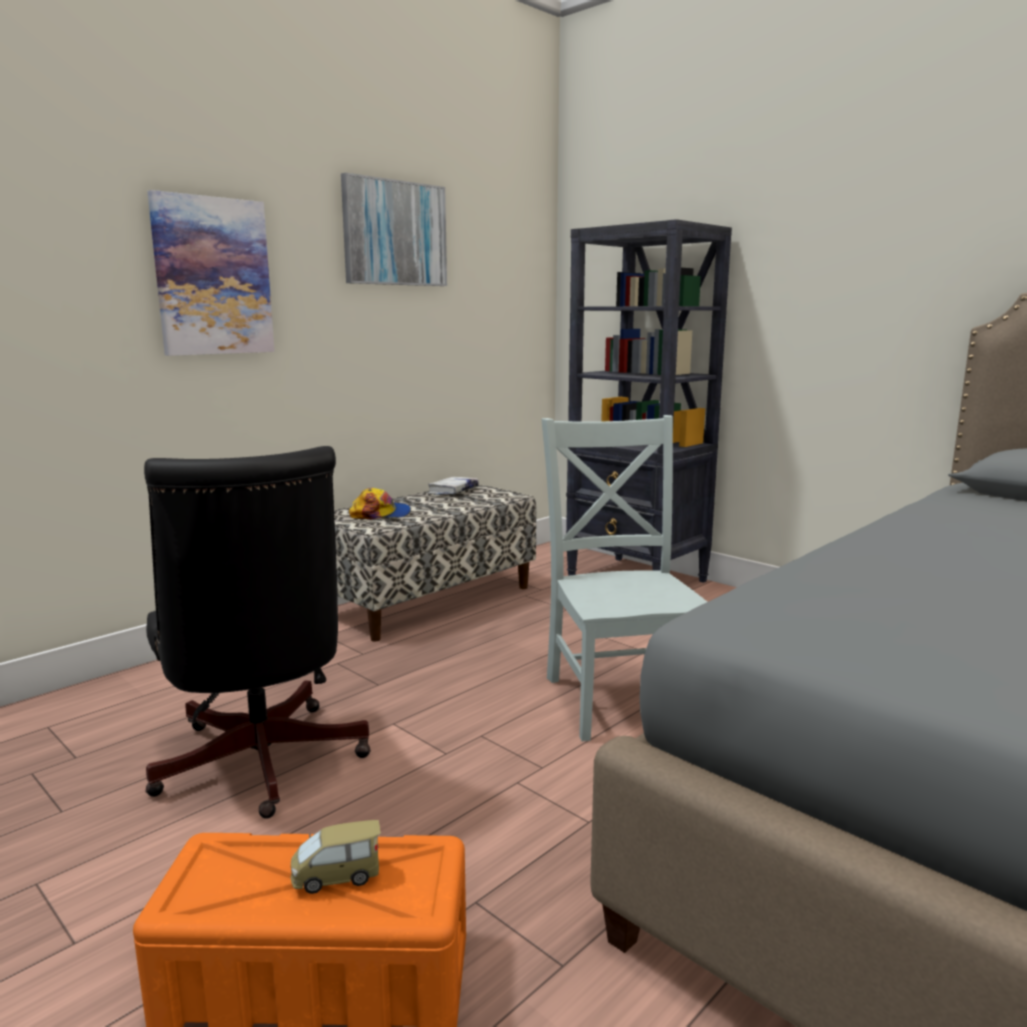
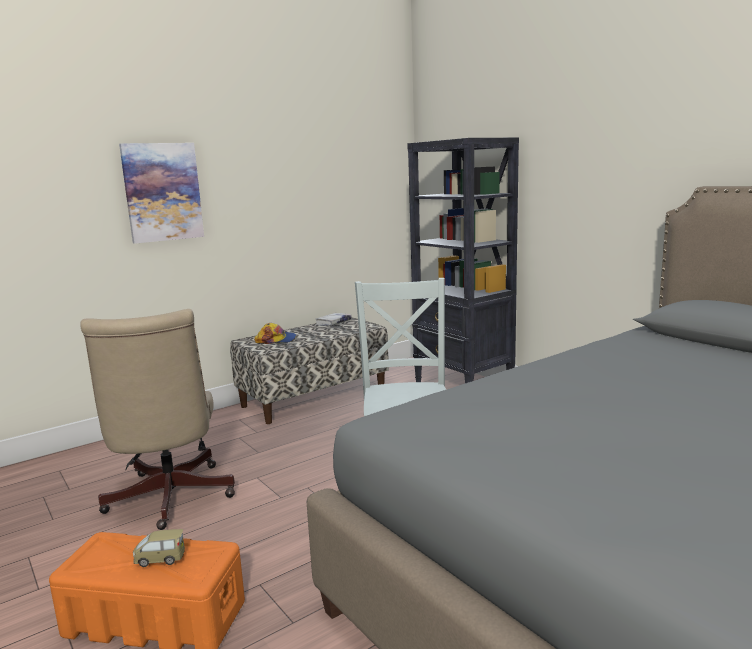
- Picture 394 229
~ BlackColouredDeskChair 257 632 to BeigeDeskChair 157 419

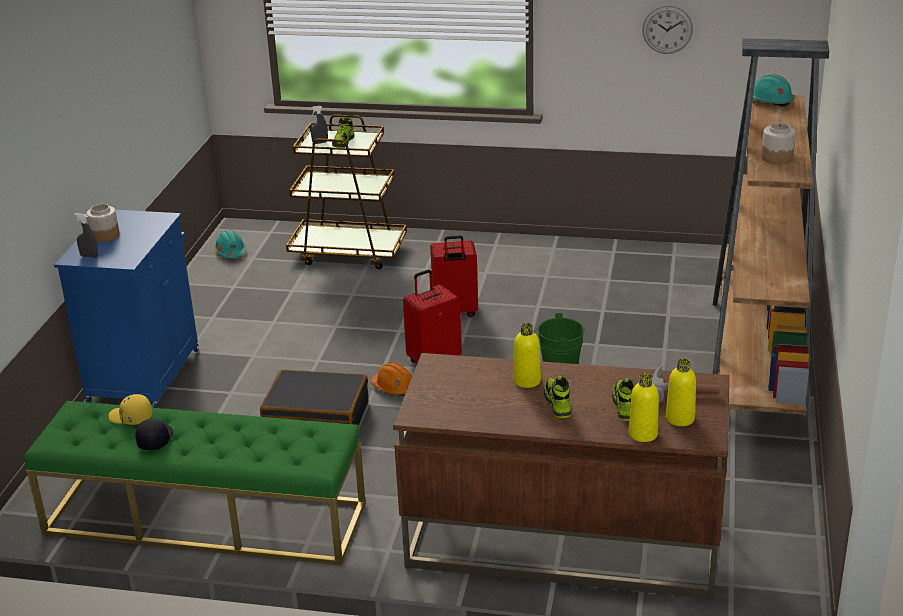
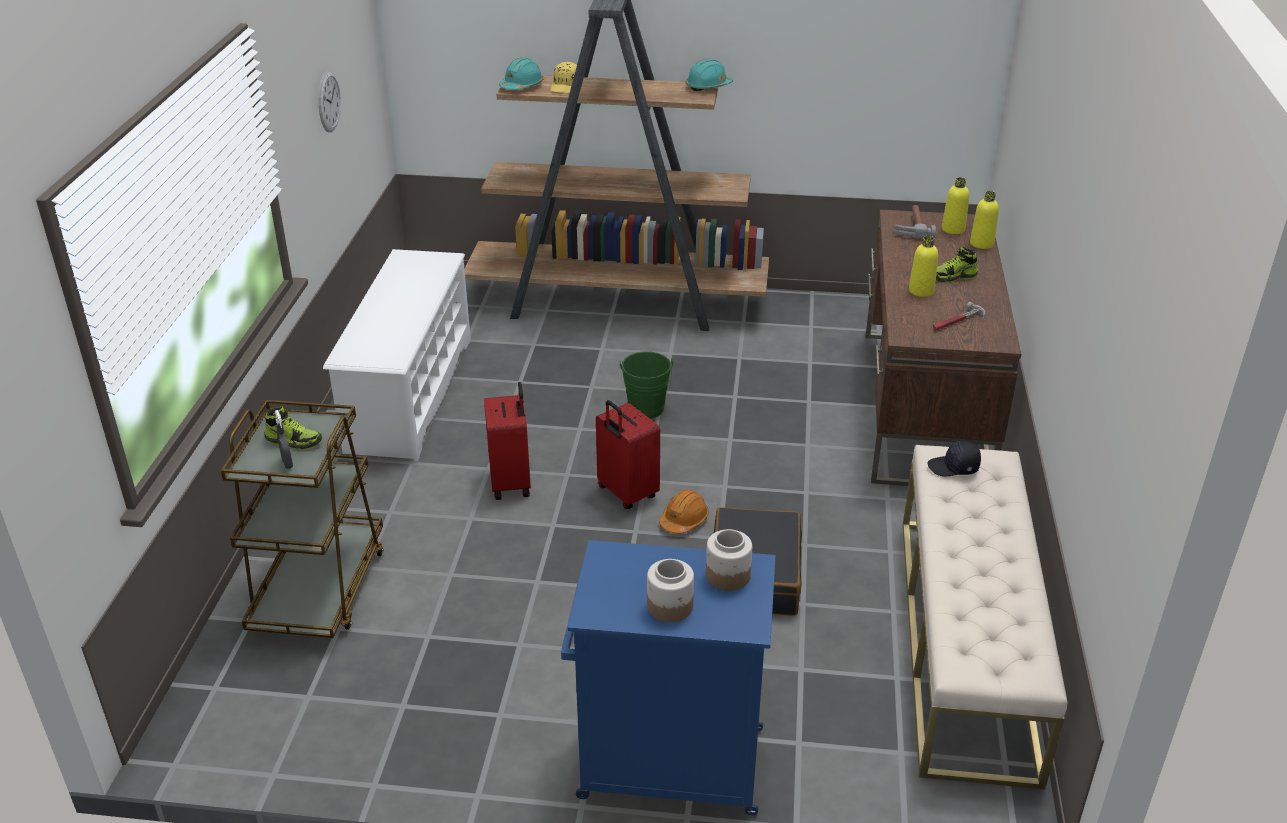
- GraySprayBottle 86 235
- LowShoe 623 399
+ WhitishShoeShelf 397 355
+ HandHammer 959 316
~ YellowPeakedCap 131 409 to 563 77
~ BlackColouredPeakedCap 154 434 to 954 458
~ BlueGreenWorkHelmet 230 244 to 709 75
~ StorageJar 778 143 to 729 560
~ GreenIndoorBench 195 483 to BeigeIndoorBench 985 617

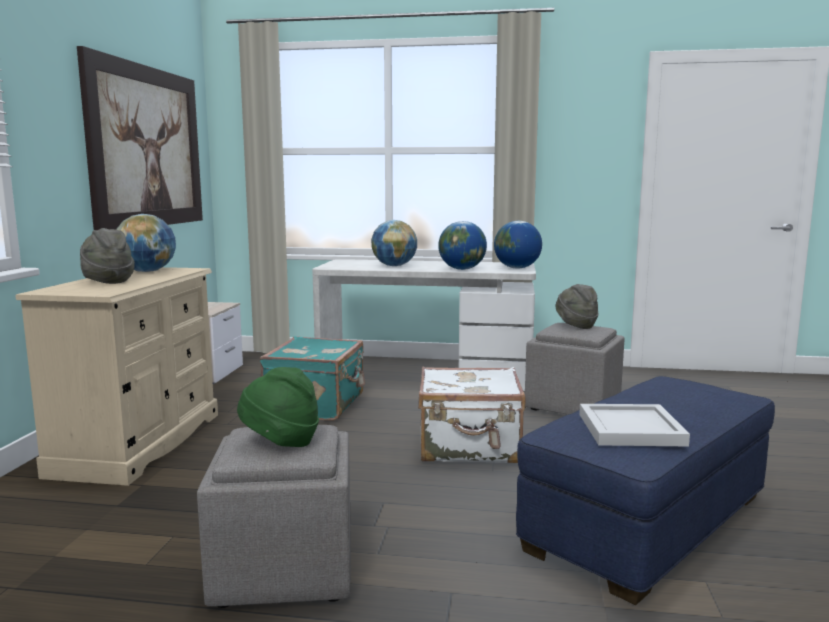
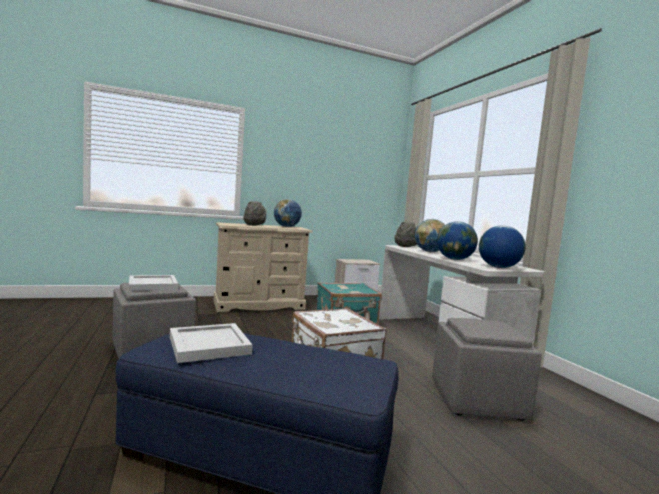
- Picture 140 138
~ GrayHat 577 306 to 406 234
~ GreenHat 278 407 to WhitishCarryingTray 153 283

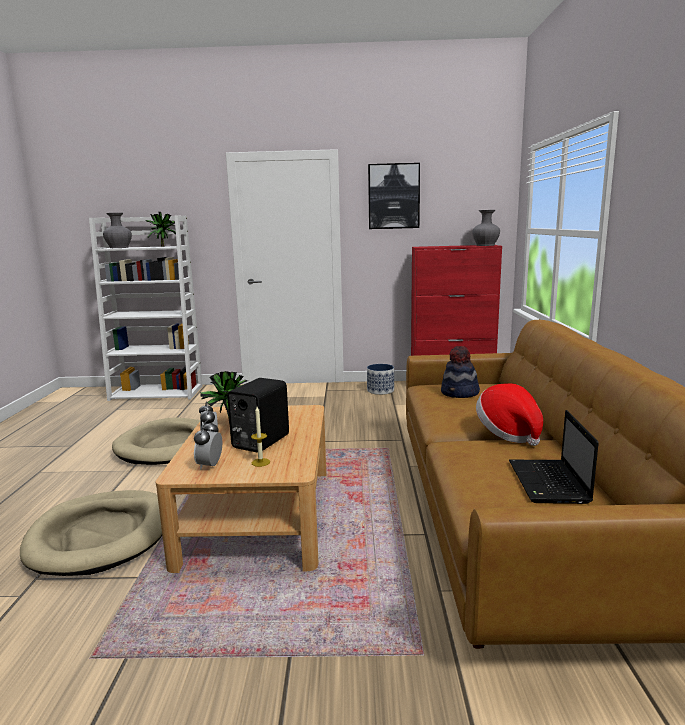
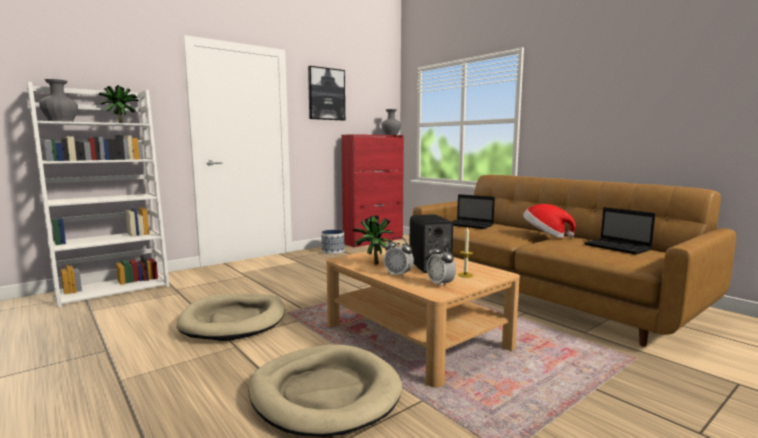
~ Hat 460 372 to NotebookComputer 473 211

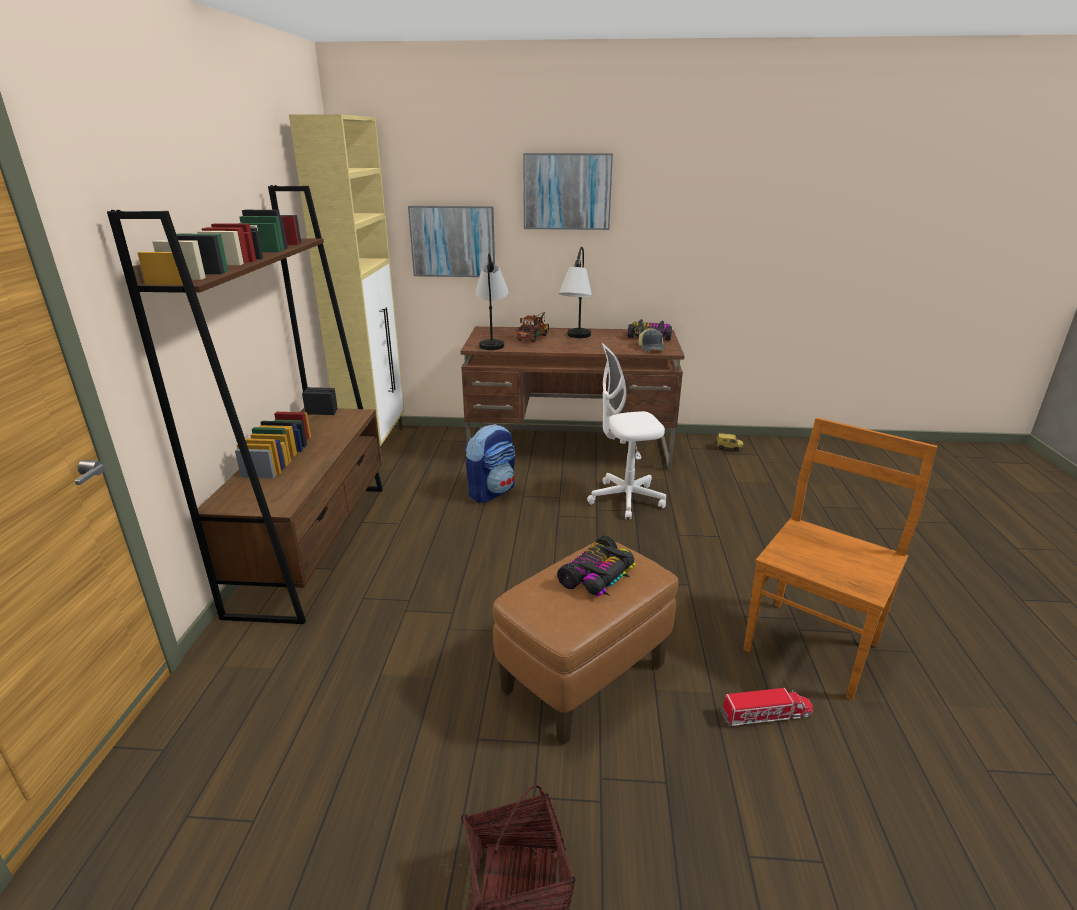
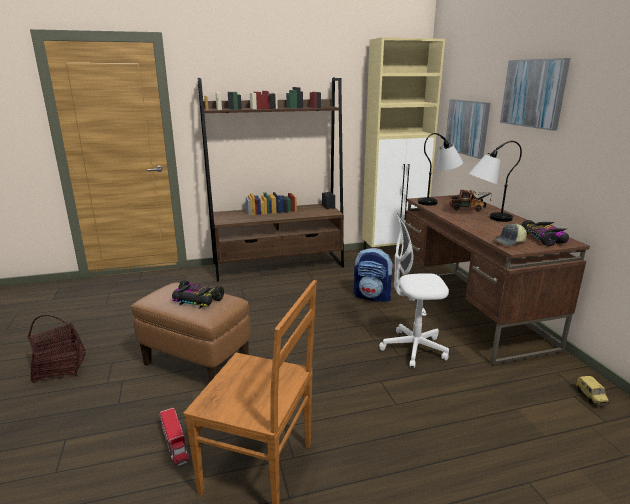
~ WhitishDeskChair 626 431 = 414 290 60 degrees counterclockwise

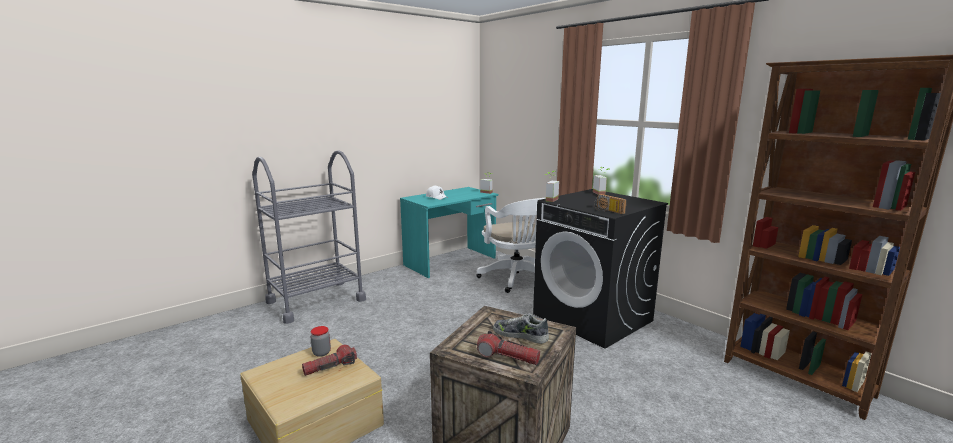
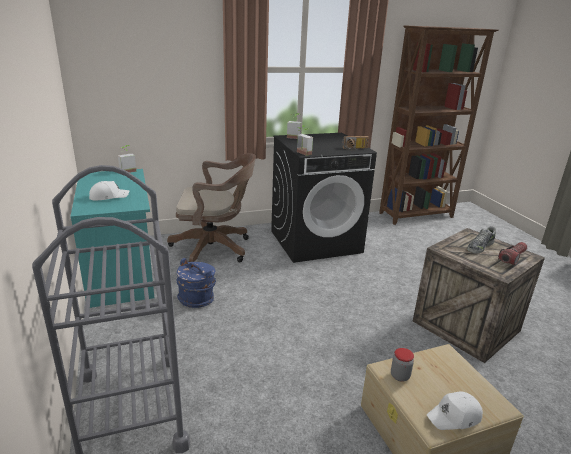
- Torch 329 360
+ BluishBucket 196 283
+ WhitishPeakedCap 455 411
~ WhitishDeskChair 511 245 to BrownishDeskChair 211 208

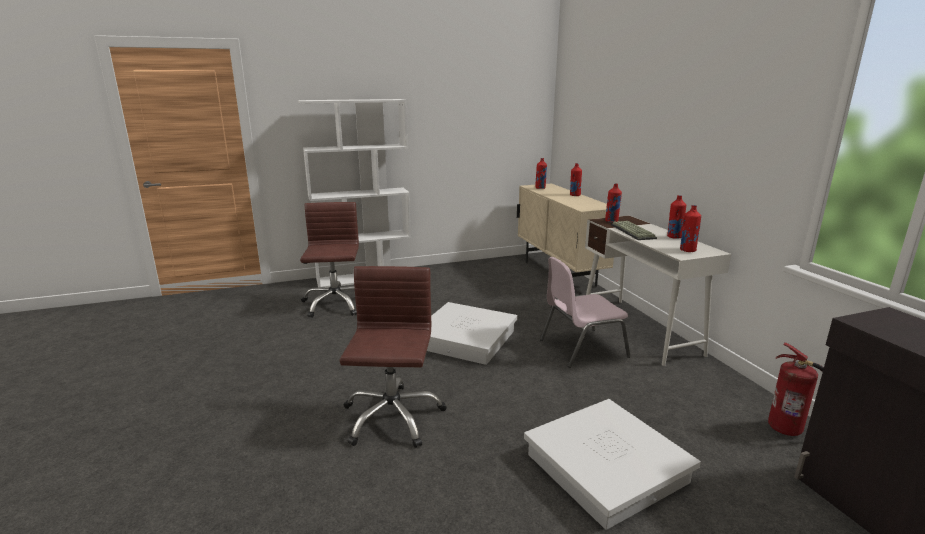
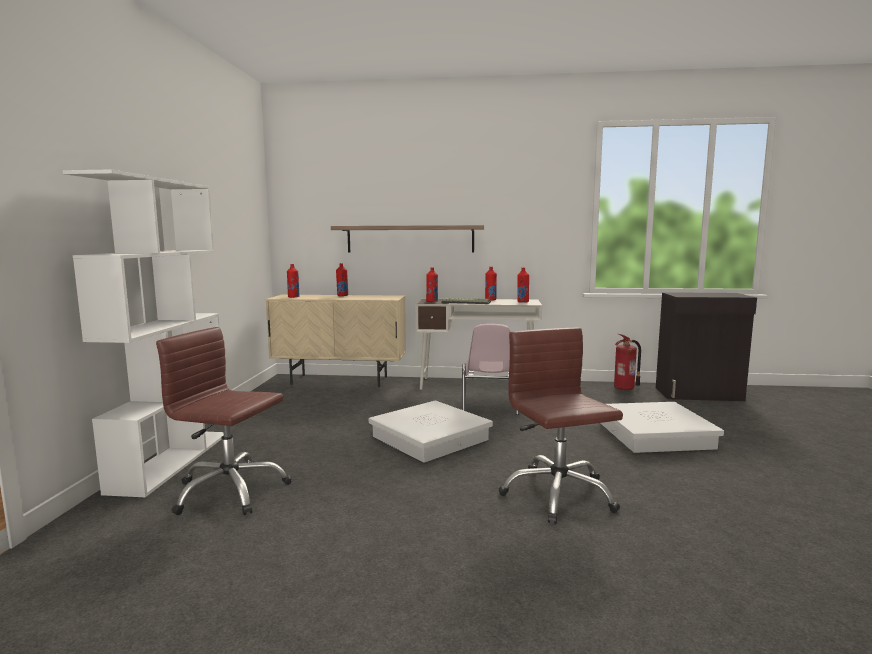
+ BracketShelf 407 239
~ BrownishDeskChair 393 357 = 561 426 45 degrees clockwise

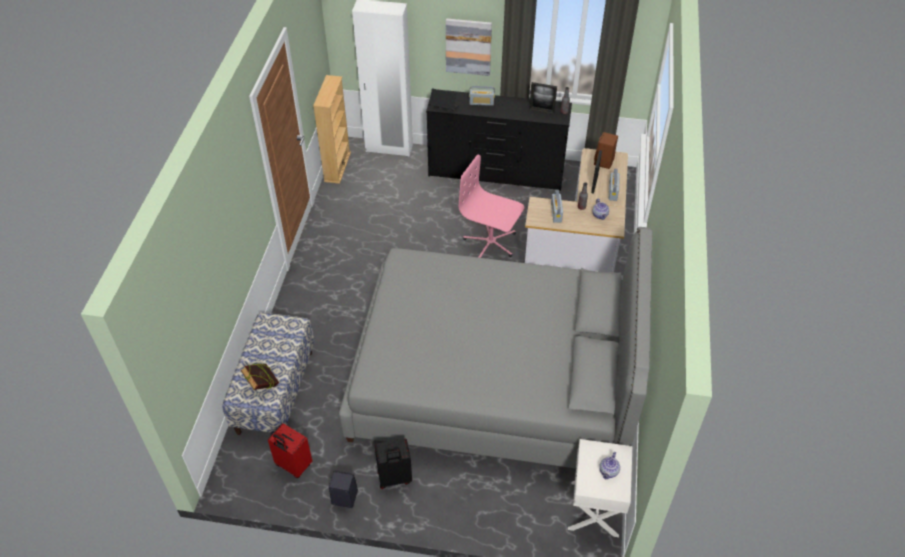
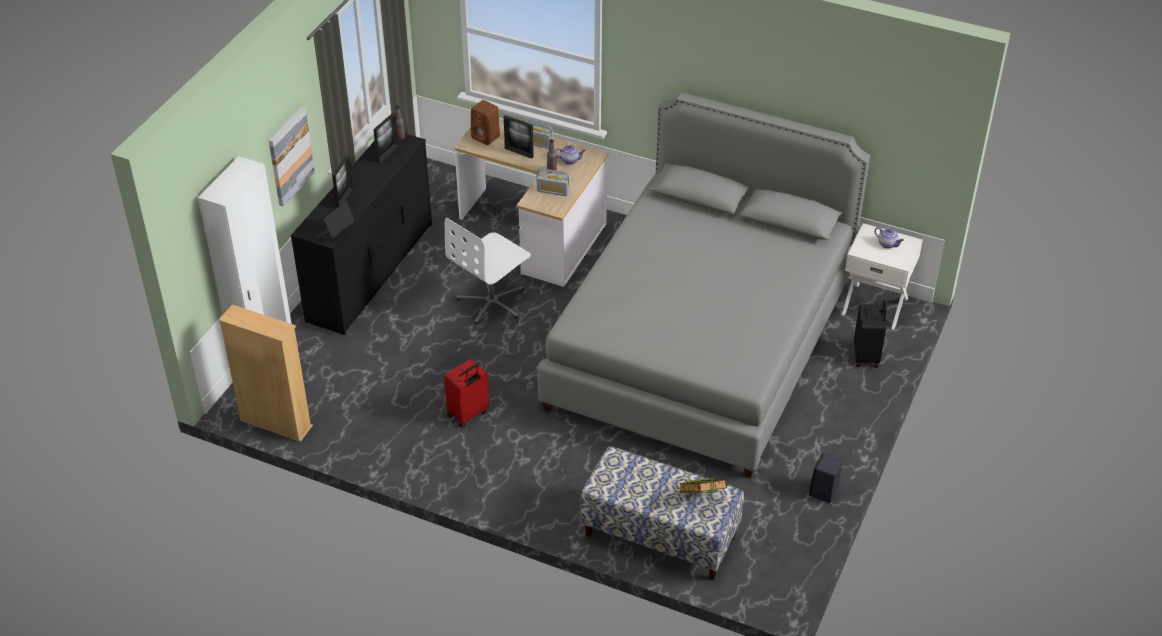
~ RedSuitcase 290 450 to 466 393
~ BlackColouredSuitcase 393 464 to 870 334
~ RadioSet 482 96 to PhotoFrame 342 181
~ PinkishDeskChair 491 206 to WhitishDeskChair 488 271

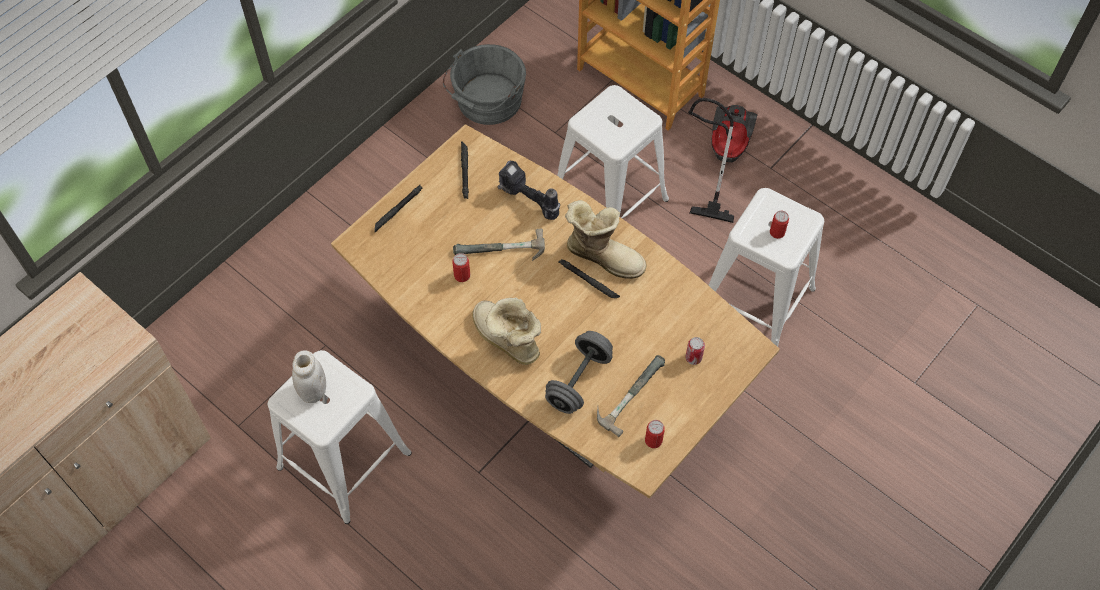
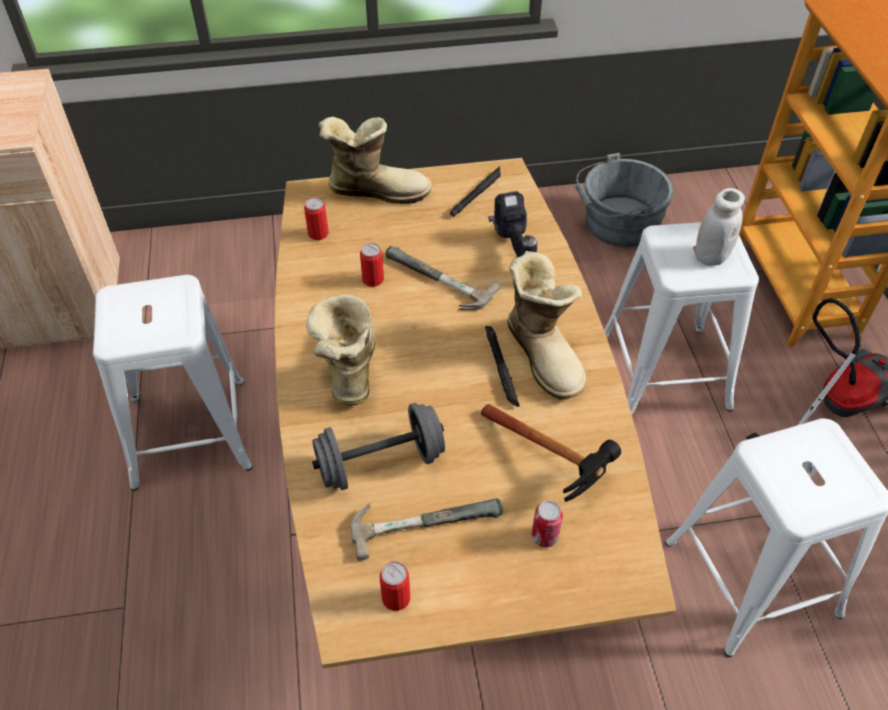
+ HandHammer 551 453
~ WhitishStorageJar 309 376 to 720 227
~ Can 779 225 to 316 218
~ BlackColouredTorch 398 208 to HighTopBoot 375 160

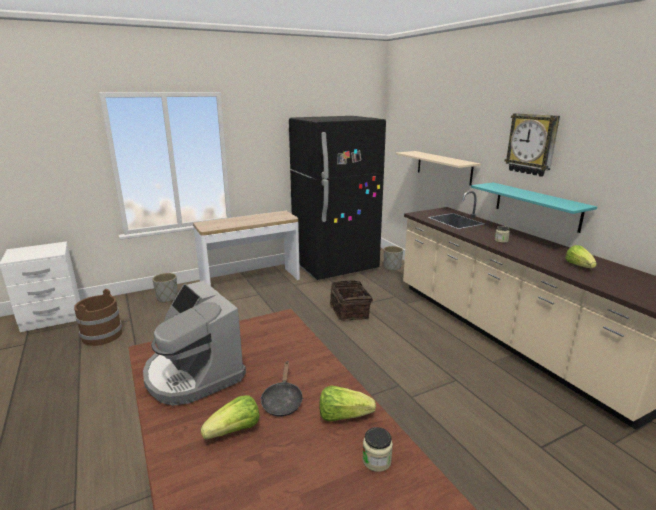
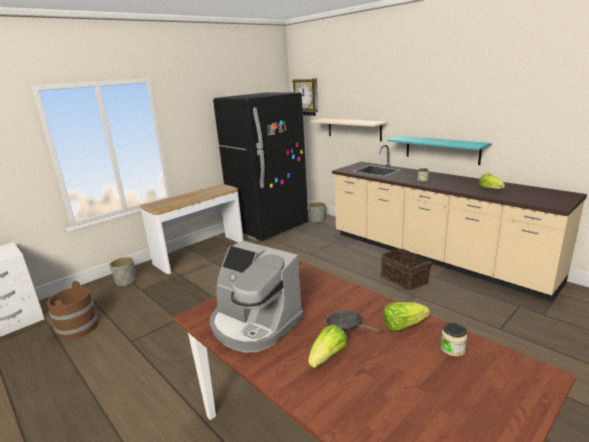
~ StorageBasket 351 300 to 406 269
~ WallClock 532 145 to 305 97
~ BlackColouredSkillet 281 389 = 354 321 150 degrees clockwise

